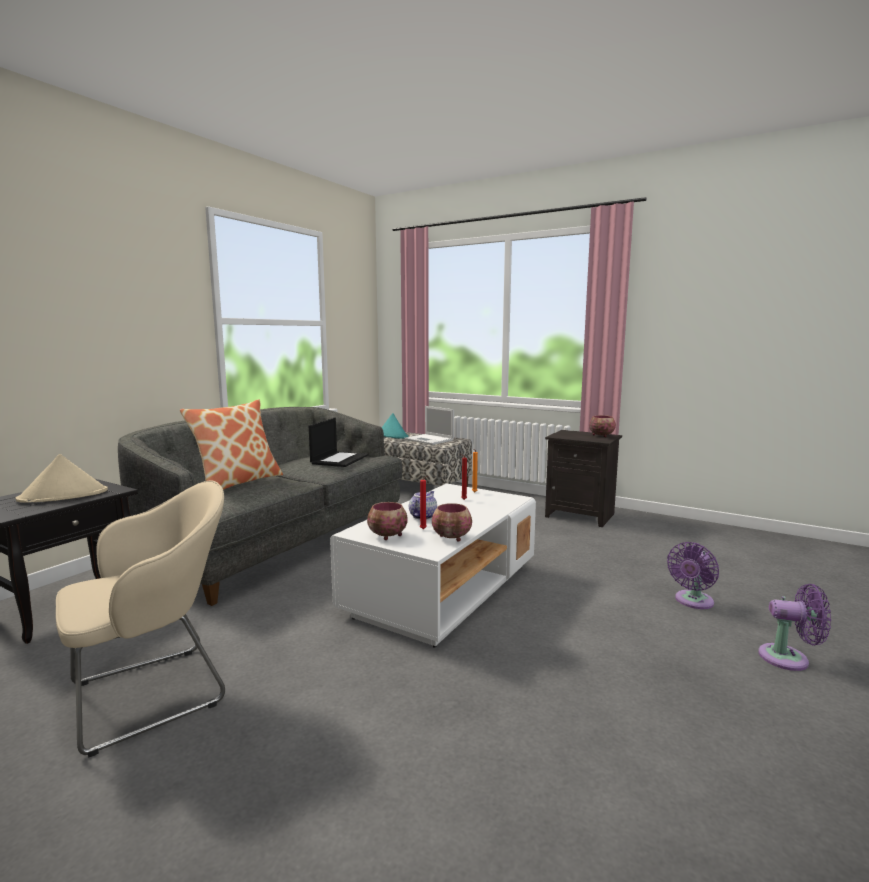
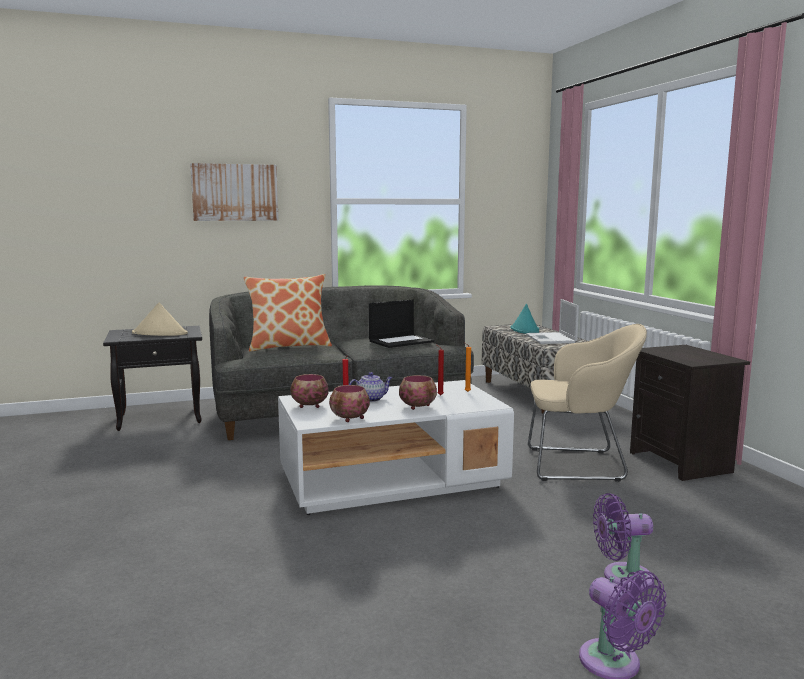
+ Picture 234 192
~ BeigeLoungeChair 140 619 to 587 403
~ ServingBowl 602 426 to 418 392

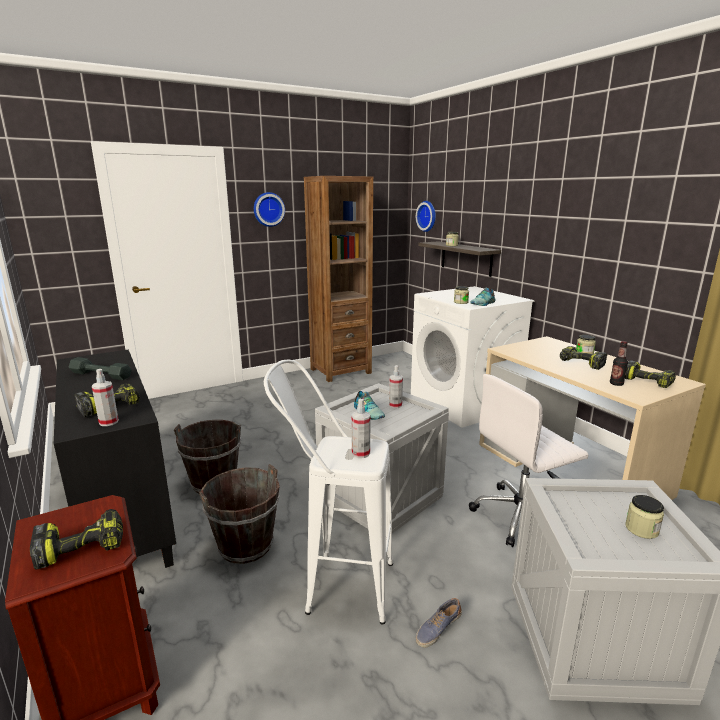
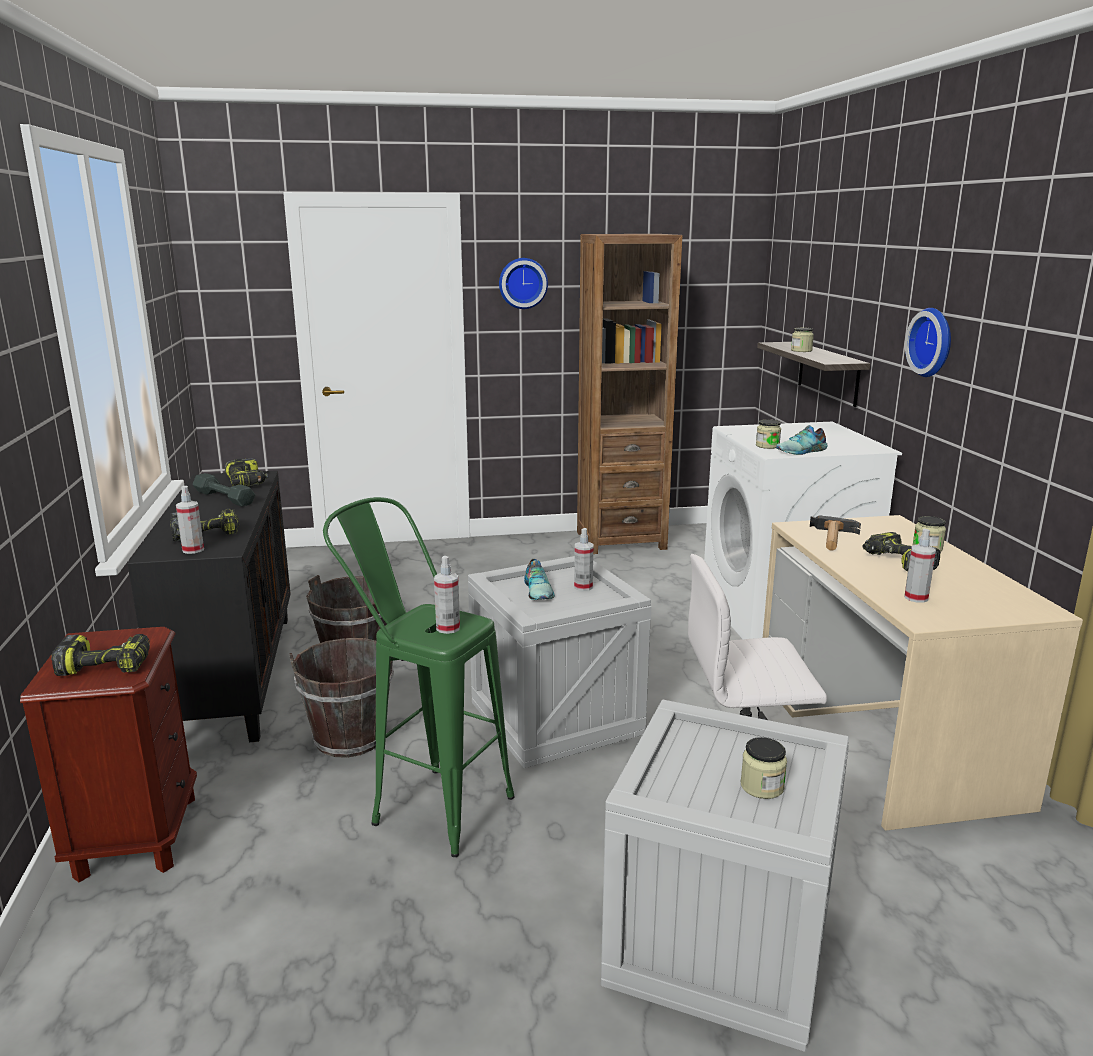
- LowShoe 438 623
+ HandHammer 835 533
~ WallClock 426 216 to 928 342
~ ElectricDrill 650 374 to 246 472
~ BeverageBottle 619 363 to SprayBottle 920 566
~ WhitishSittingStool 328 492 to GreenSittingStool 419 677

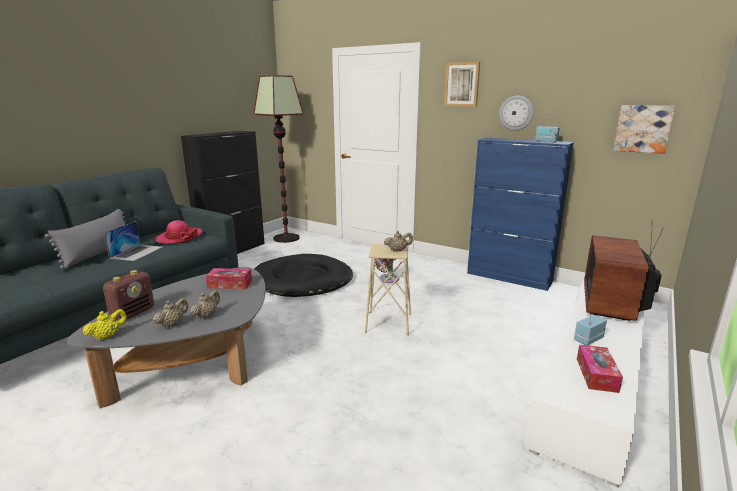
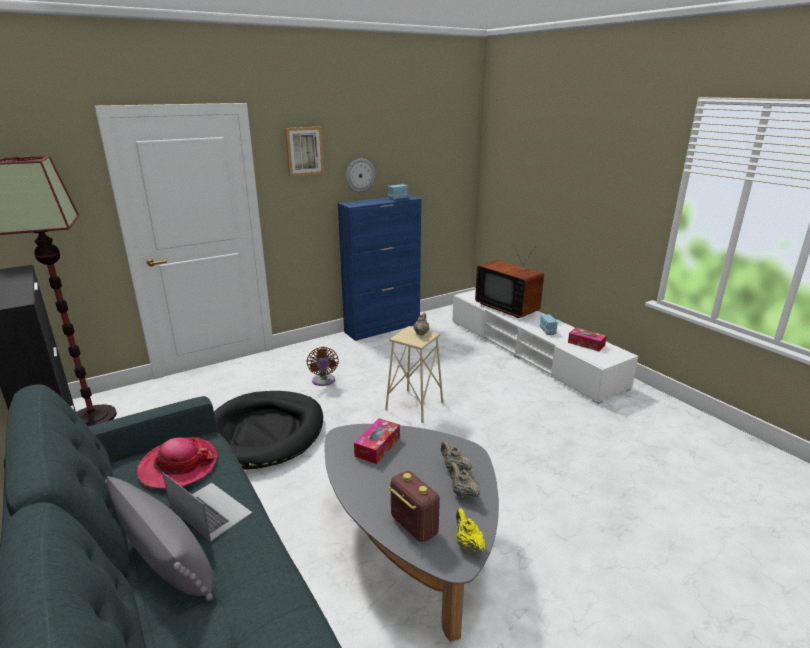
- Picture 644 129

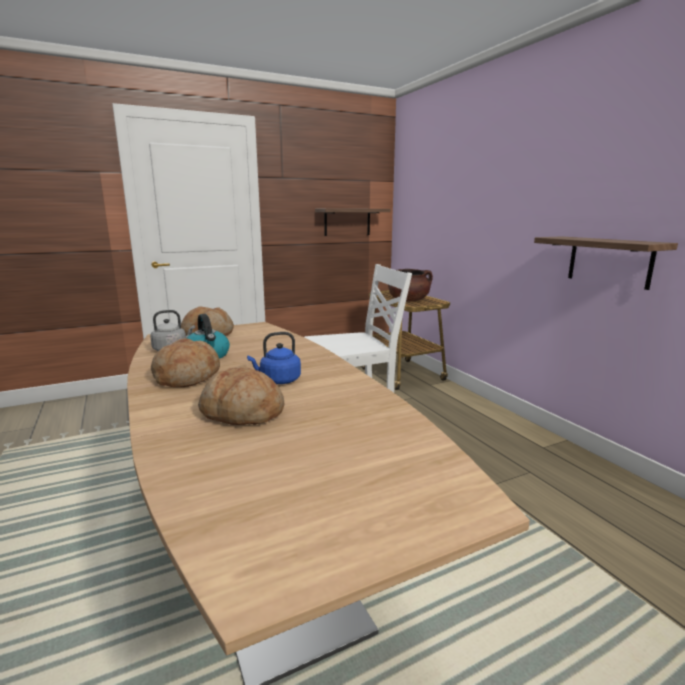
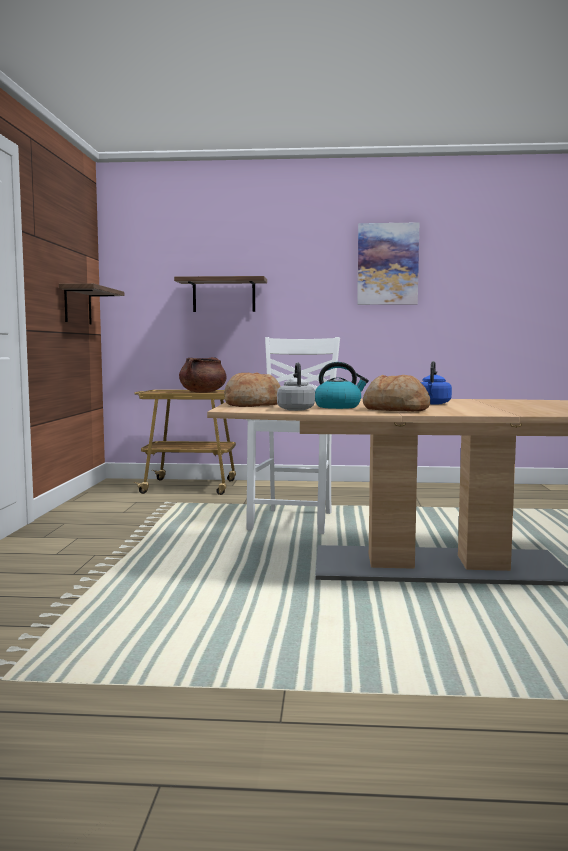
- BakedBread 241 395
+ Picture 388 263
~ BracketShelf 606 263 to 220 294

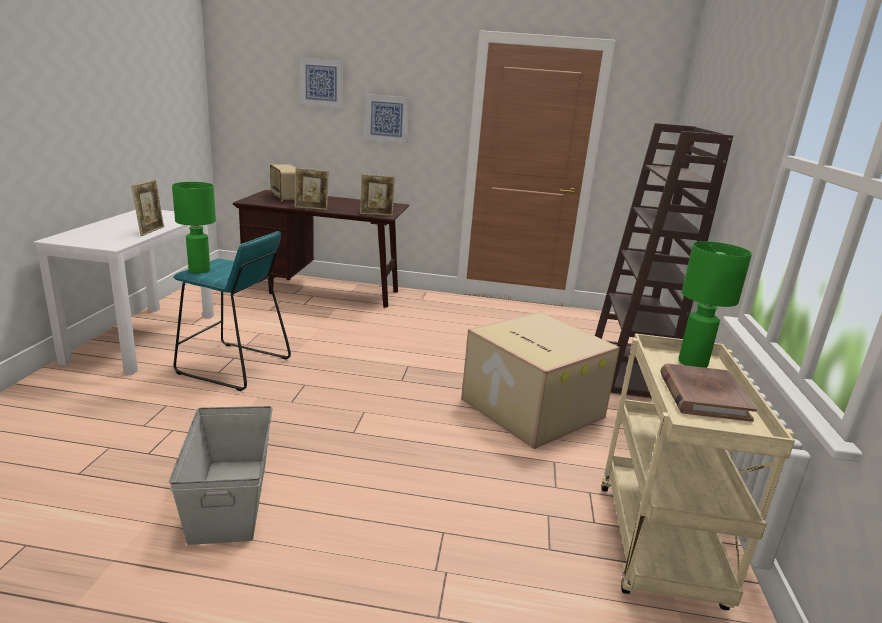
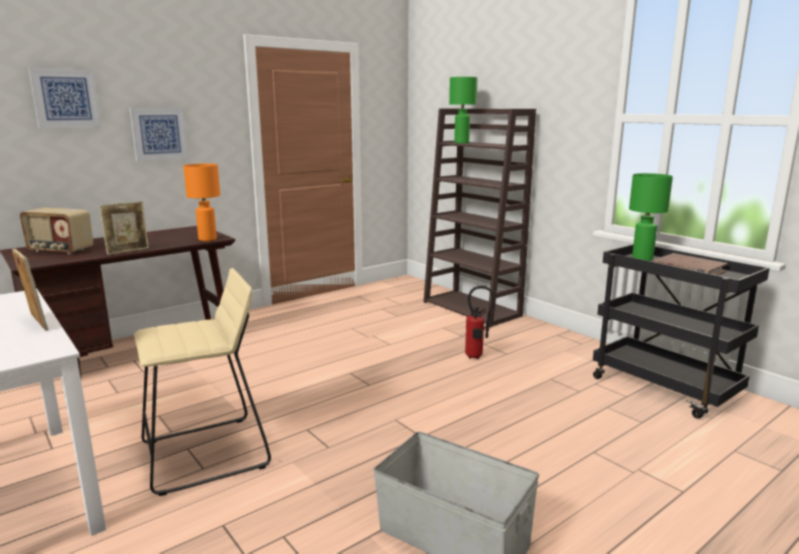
~ GreenTableLamp 194 227 to 463 110
~ PhotoFrame 377 195 to OrangeColouredTableLamp 201 202
~ PackingBox 540 380 to FireExtinguisher 479 322
~ BlueGreenSittingStool 232 311 to BeigeSittingStool 202 382
~ BeigeCart 698 471 to BlackColouredCart 681 331

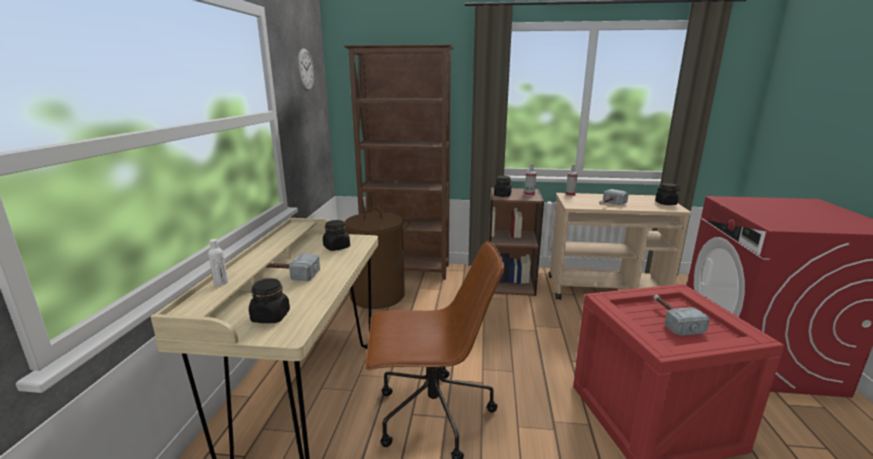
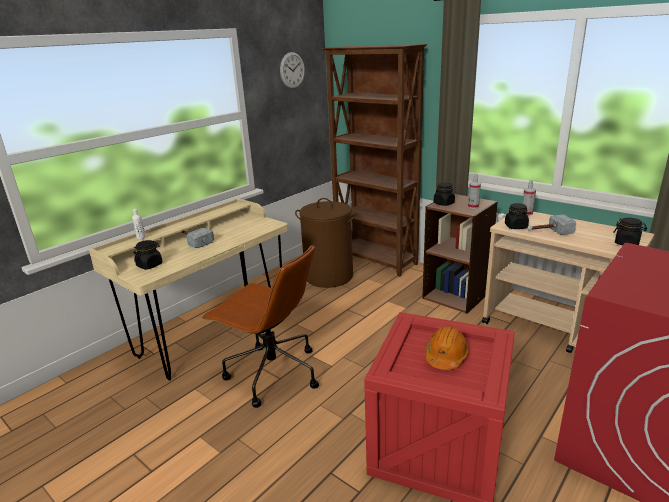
~ BlackColouredStorageJar 336 235 to 517 216
~ HandHammer 681 315 to OrangeColouredWorkHelmet 447 348

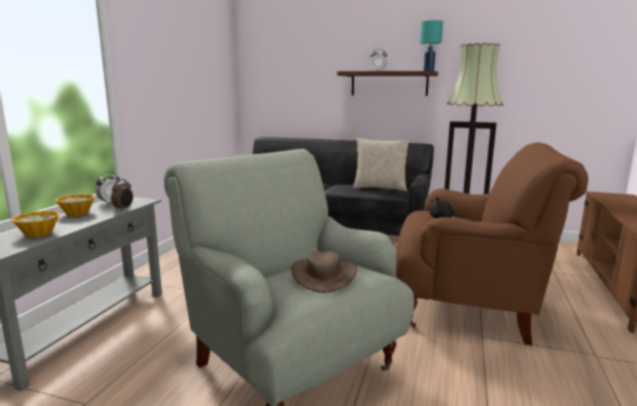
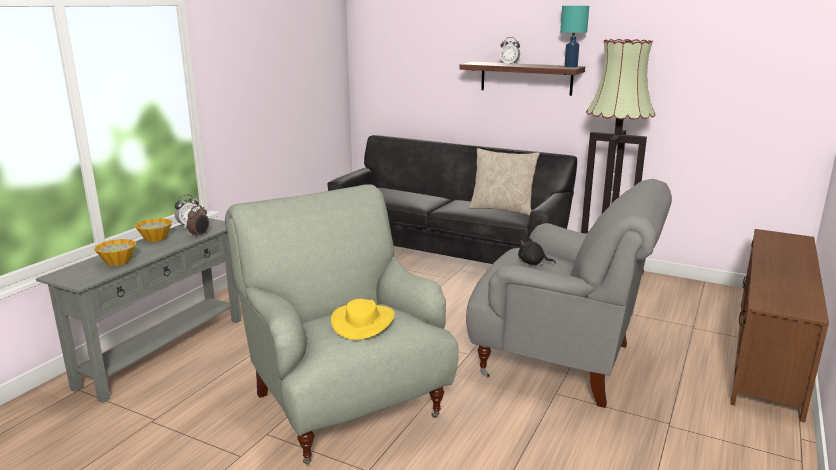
~ BrownishHat 324 272 to YellowHat 363 319
~ BrownishLoungeChair 491 244 to GrayLoungeChair 569 293

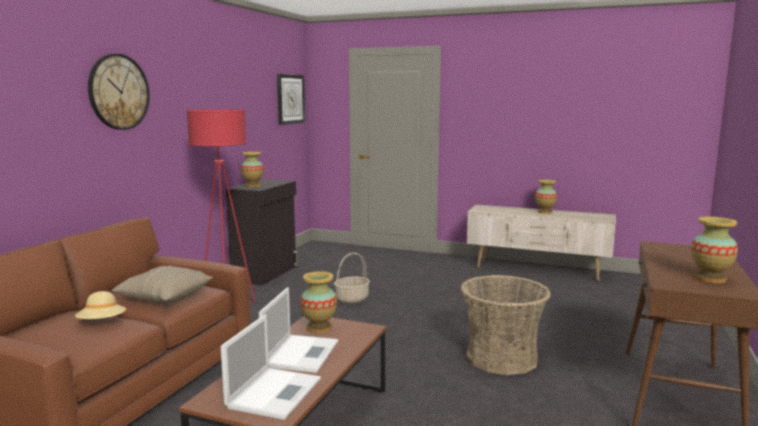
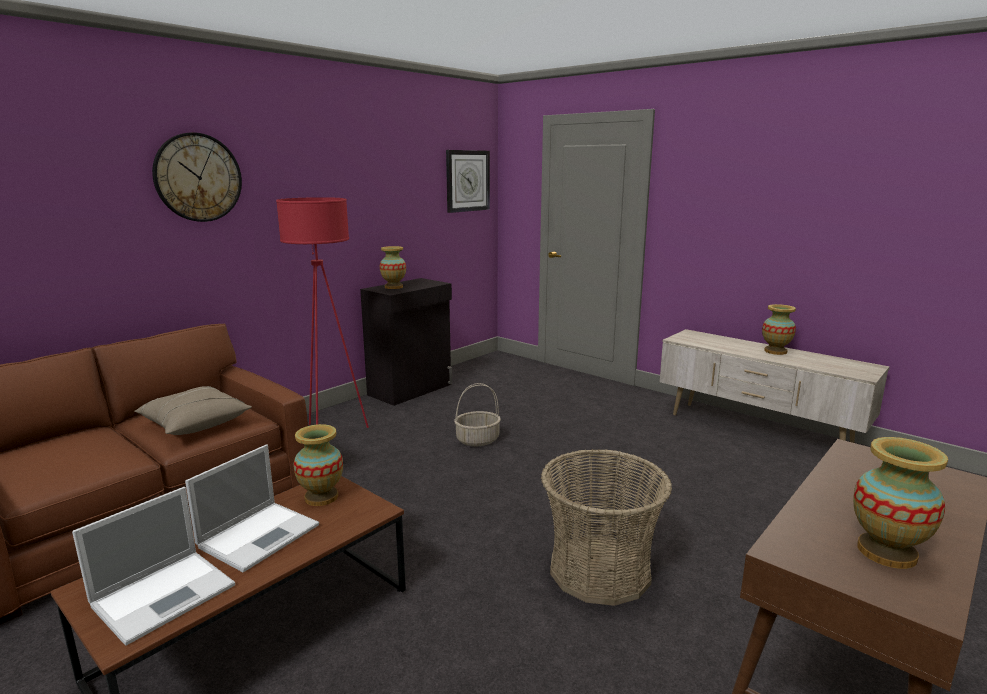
- BeigeHat 100 305

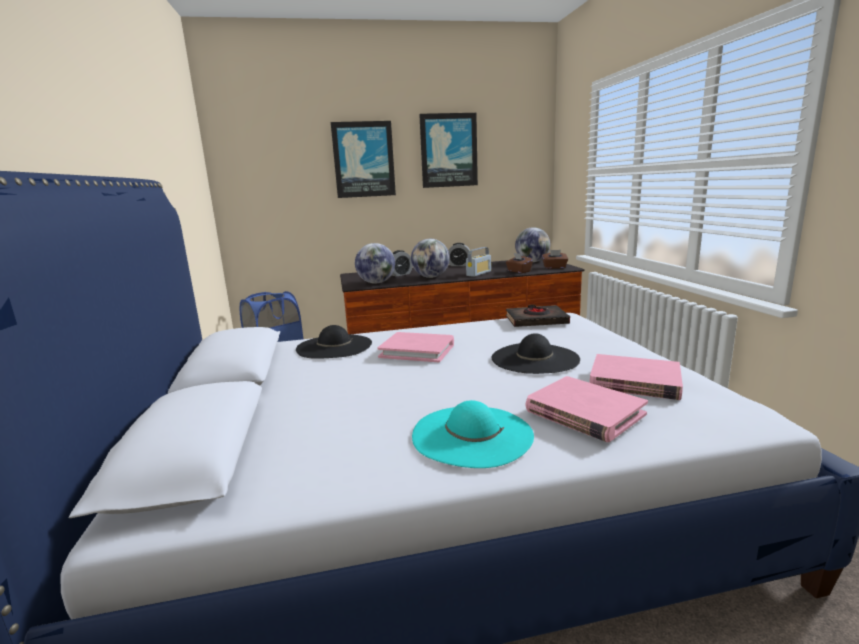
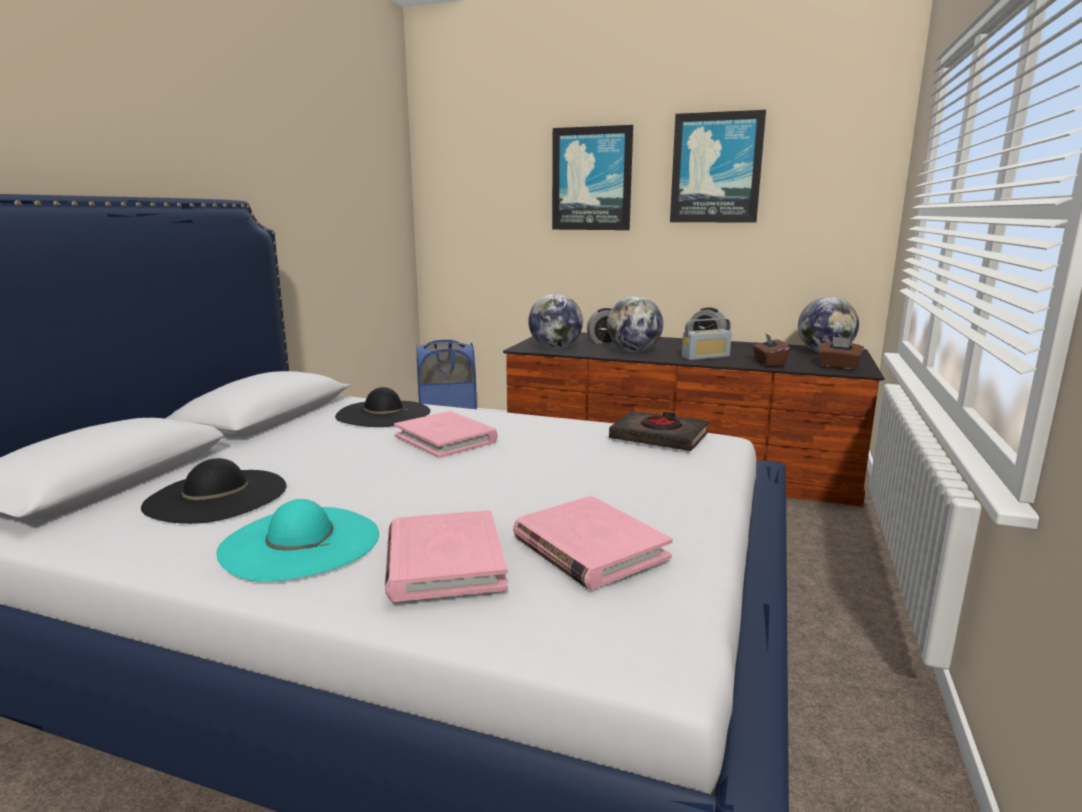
~ BlackColouredHat 535 353 to 213 491

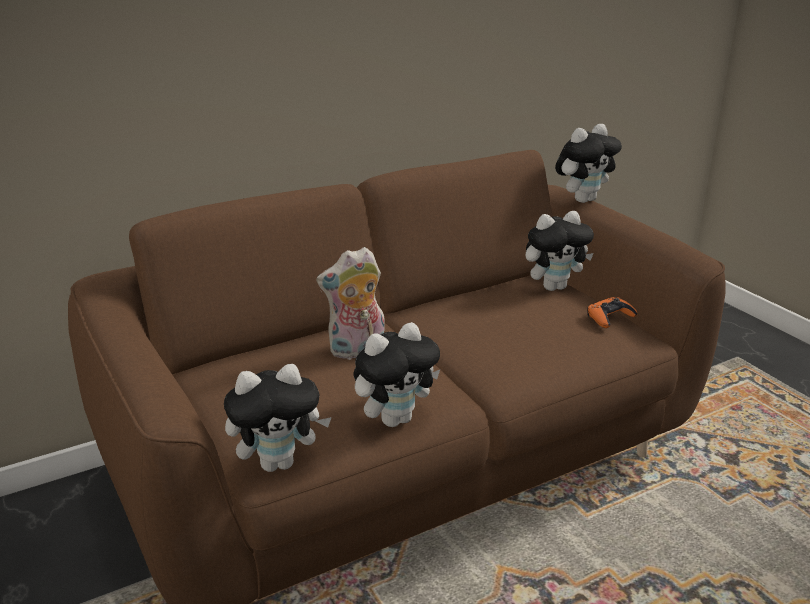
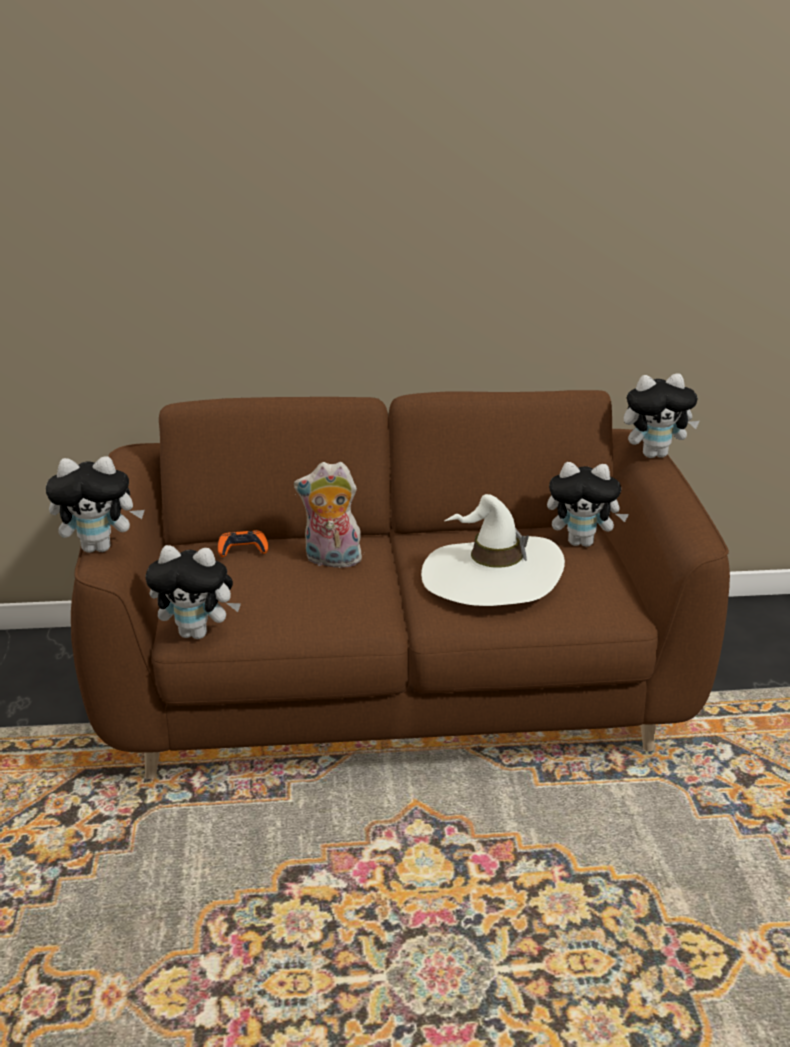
+ WhitishHat 493 550
~ PlushToy 396 374 to 95 504
~ OrangeColouredGameController 612 312 to 243 543

